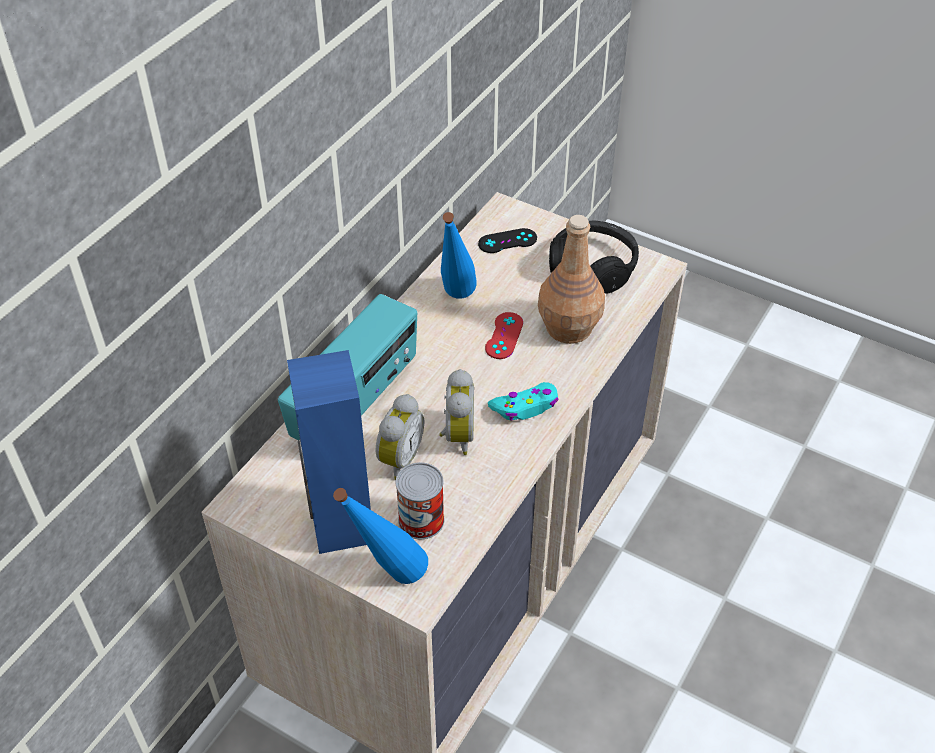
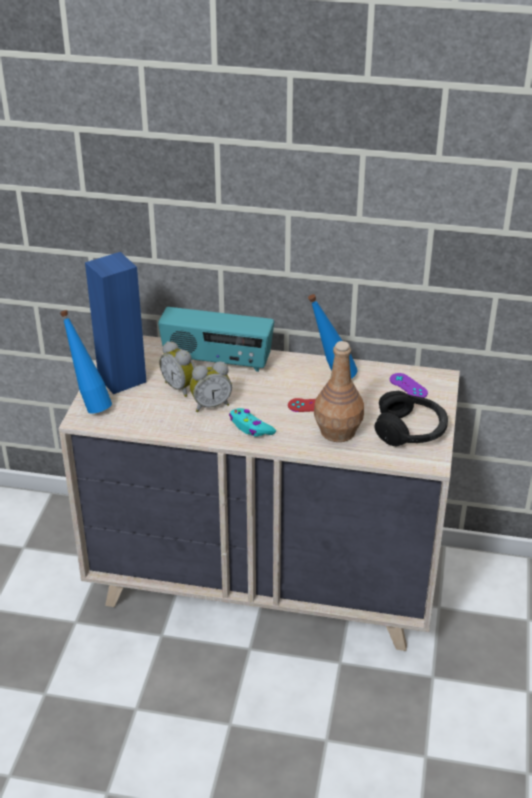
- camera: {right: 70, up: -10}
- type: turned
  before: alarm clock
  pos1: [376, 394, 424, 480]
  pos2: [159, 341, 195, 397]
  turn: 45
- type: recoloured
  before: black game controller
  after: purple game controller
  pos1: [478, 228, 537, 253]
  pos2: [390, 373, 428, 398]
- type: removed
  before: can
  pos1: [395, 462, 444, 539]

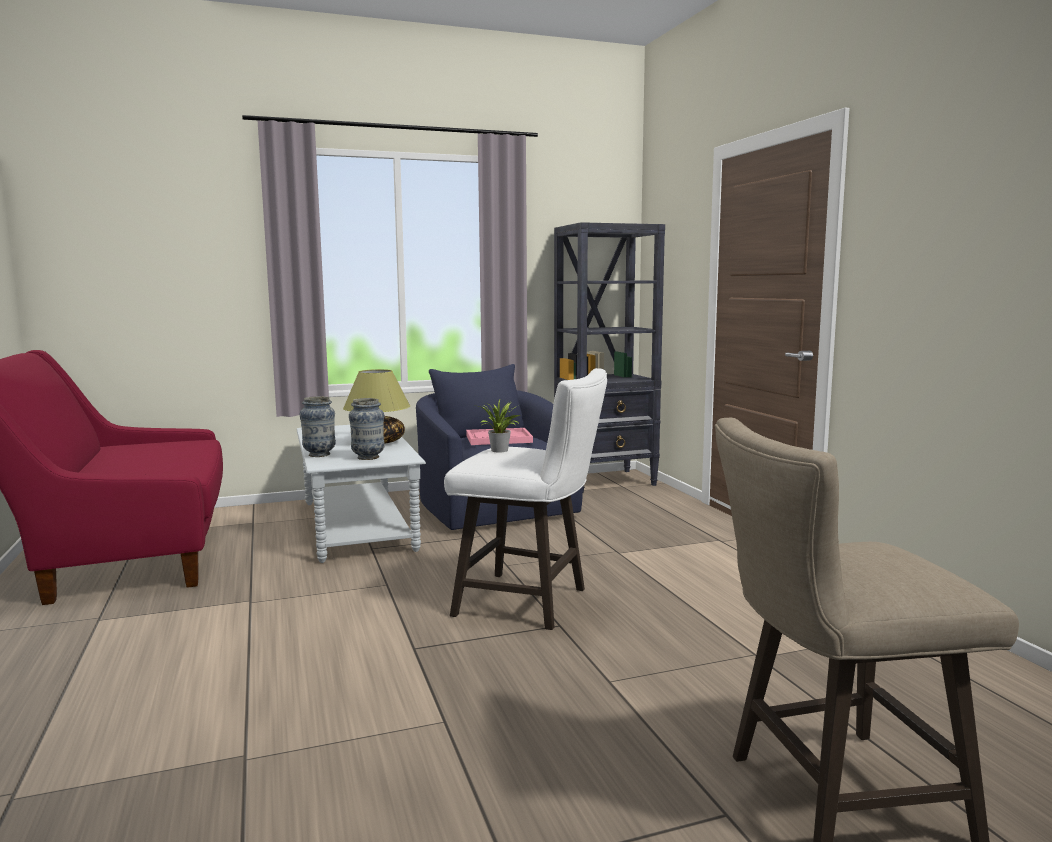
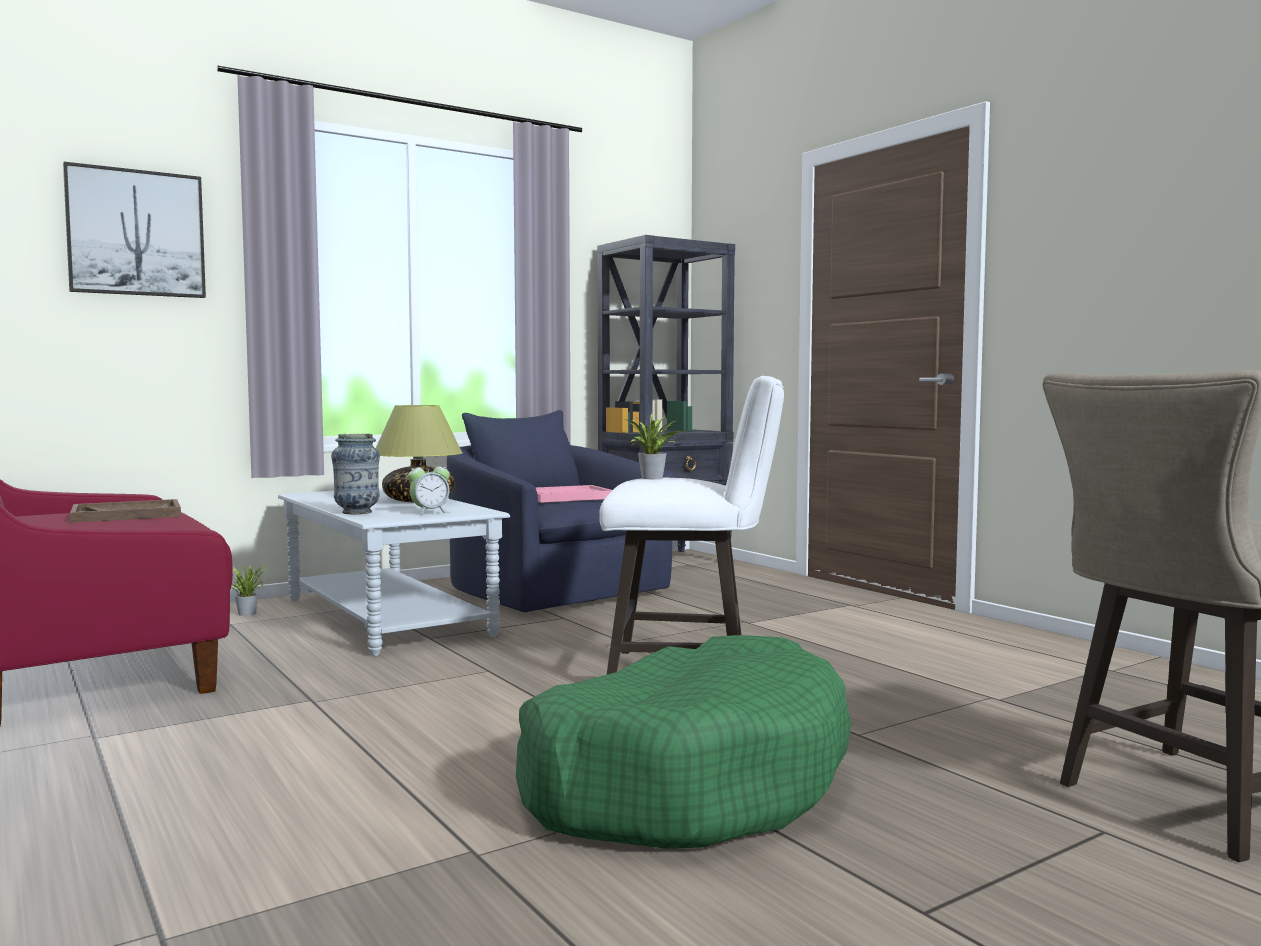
- camera: {right: -15, up: -5}
- type: added
  after: picture
  pos2: [63, 162, 206, 298]
- type: added
  after: brown tray
  pos2: [70, 499, 181, 523]
- type: added
  after: potted plant
  pos2: [231, 564, 268, 616]
- type: replaced
  before: vase
  after: alarm clock
  pos1: [349, 398, 385, 460]
  pos2: [408, 460, 450, 515]
- type: added
  after: green dog bed
  pos2: [516, 635, 851, 849]

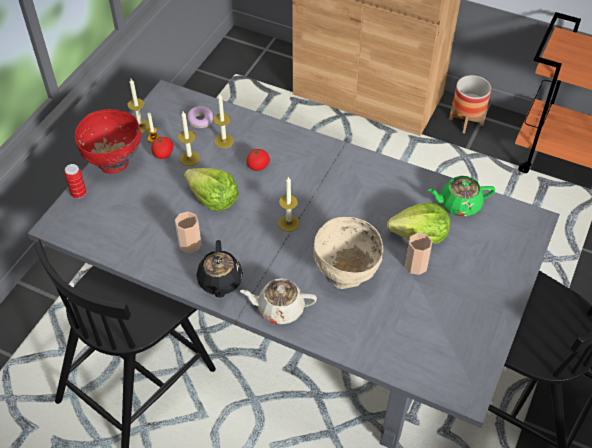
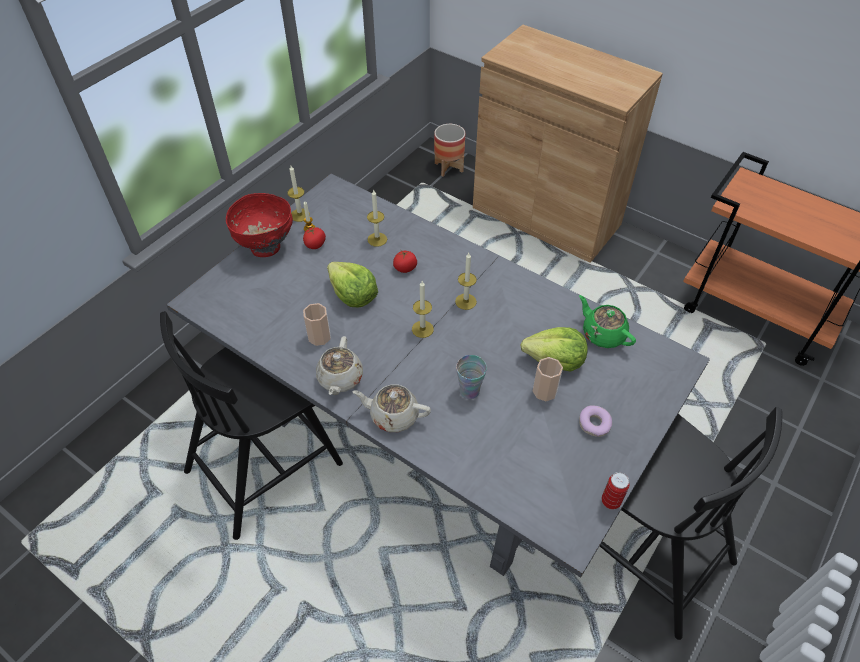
- camera: {right: 10, up: 0}
- type: recoloured
  before: black teapot
  after: beige teapot
  pos1: [197, 240, 243, 298]
  pos2: [316, 336, 363, 395]
- type: moved
  before: planter
  pos1: [449, 75, 491, 134]
  pos2: [434, 124, 465, 176]
- type: moved
  before: candle
  pos1: [178, 111, 200, 166]
  pos2: [455, 253, 477, 310]
- type: replaced
  before: beige bowl
  after: cup
  pos1: [313, 217, 383, 289]
  pos2: [456, 355, 487, 399]
- type: turned
  before: green teapot
  pos1: [428, 176, 495, 217]
  pos2: [579, 295, 636, 348]
  turn: 45
- type: moved
  before: donut
  pos1: [187, 106, 213, 128]
  pos2: [579, 406, 612, 437]
- type: moved
  before: can
  pos1: [64, 164, 87, 198]
  pos2: [602, 472, 630, 510]

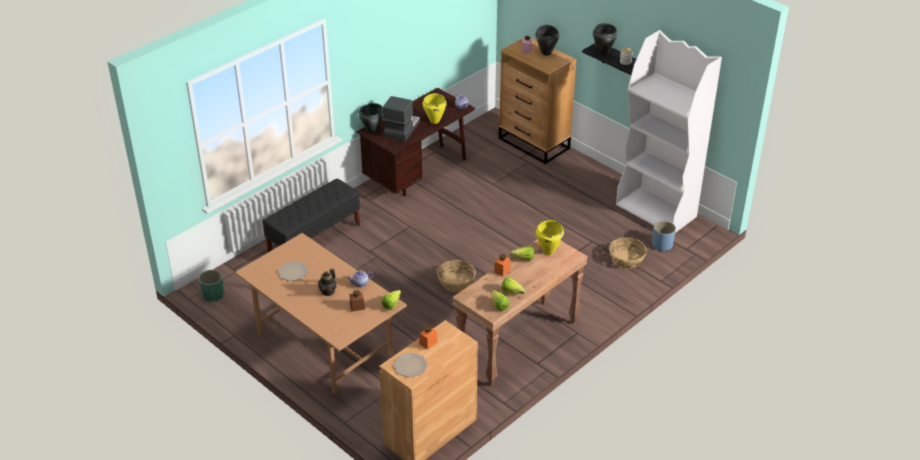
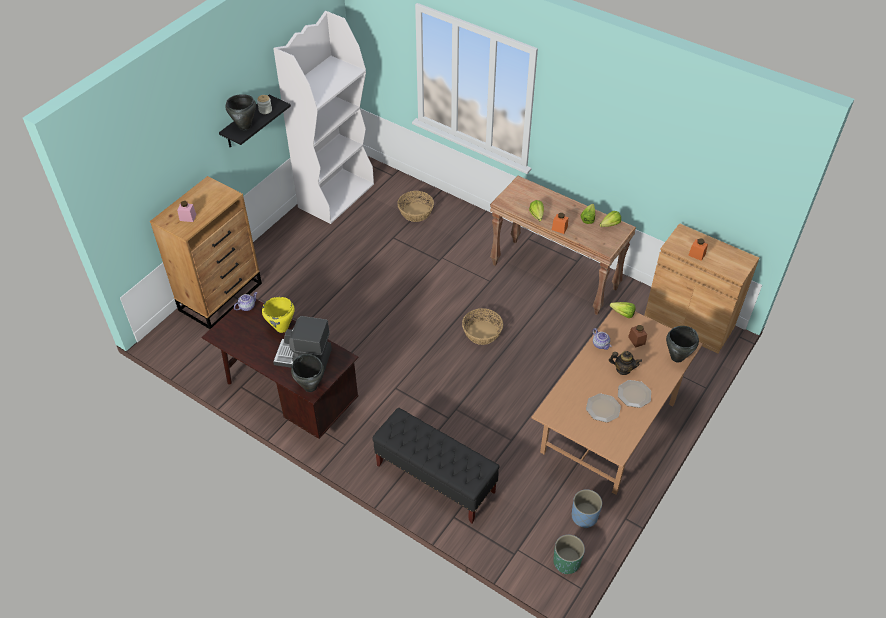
- camera: {right: -100, up: 10}
- type: moved
  before: blue planter
  pos1: [652, 221, 676, 252]
  pos2: [572, 489, 602, 528]
- type: moved
  before: plate
  pos1: [393, 353, 428, 377]
  pos2: [618, 380, 651, 408]
- type: moved
  before: black cooking pot
  pos1: [536, 25, 559, 55]
  pos2: [666, 326, 699, 363]
- type: removed
  before: yellow cooking pot
  pos1: [536, 220, 564, 255]

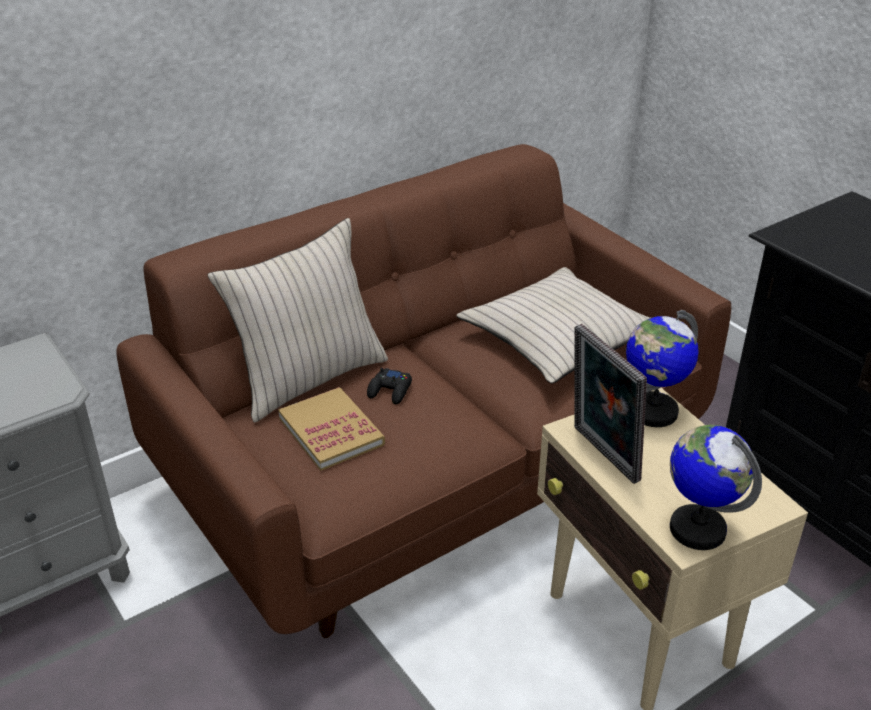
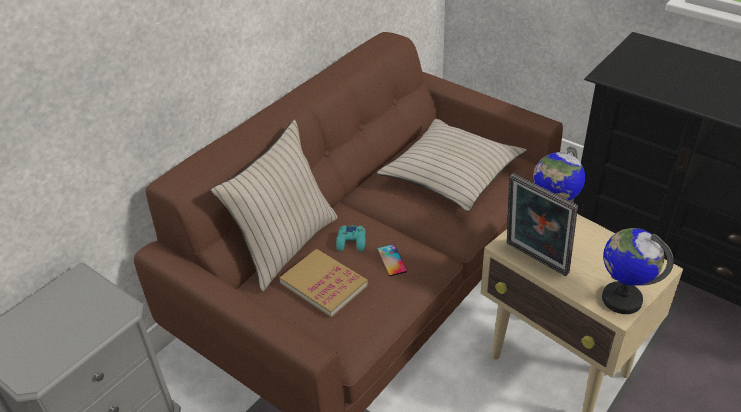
- camera: {right: -15, up: 5}
- type: recoloured
  before: black game controller
  after: turquoise game controller
  pos1: [367, 368, 412, 404]
  pos2: [336, 226, 366, 252]
- type: added
  after: phone
  pos2: [377, 244, 407, 276]

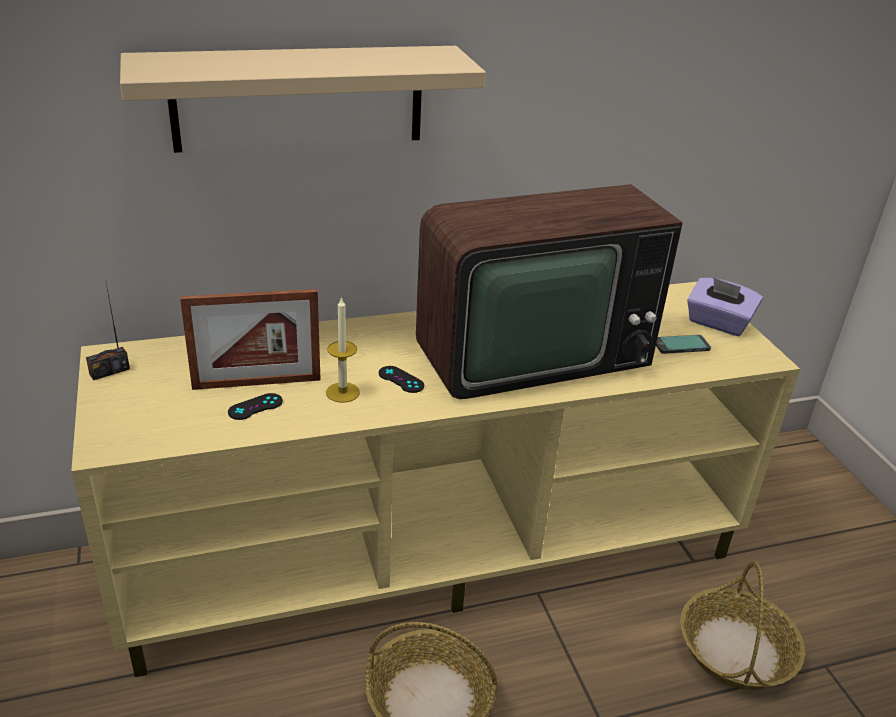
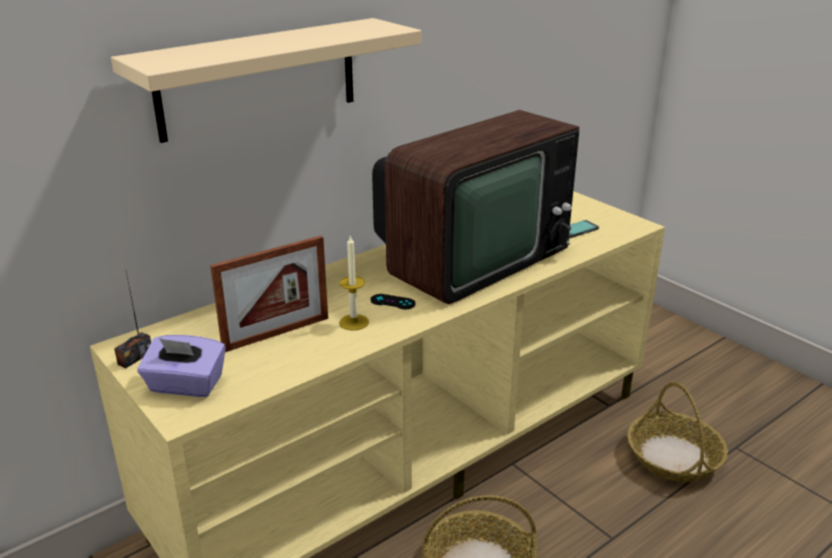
- camera: {right: -20, up: -5}
- type: moved
  before: purple tissue box
  pos1: [687, 278, 763, 336]
  pos2: [137, 335, 226, 397]
- type: removed
  before: black game controller
  pos1: [228, 393, 283, 420]

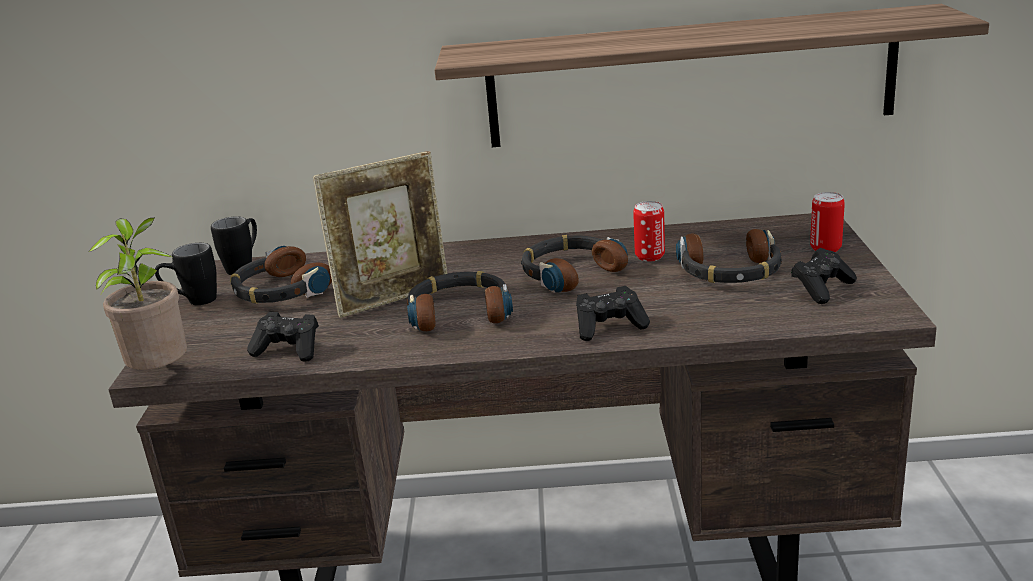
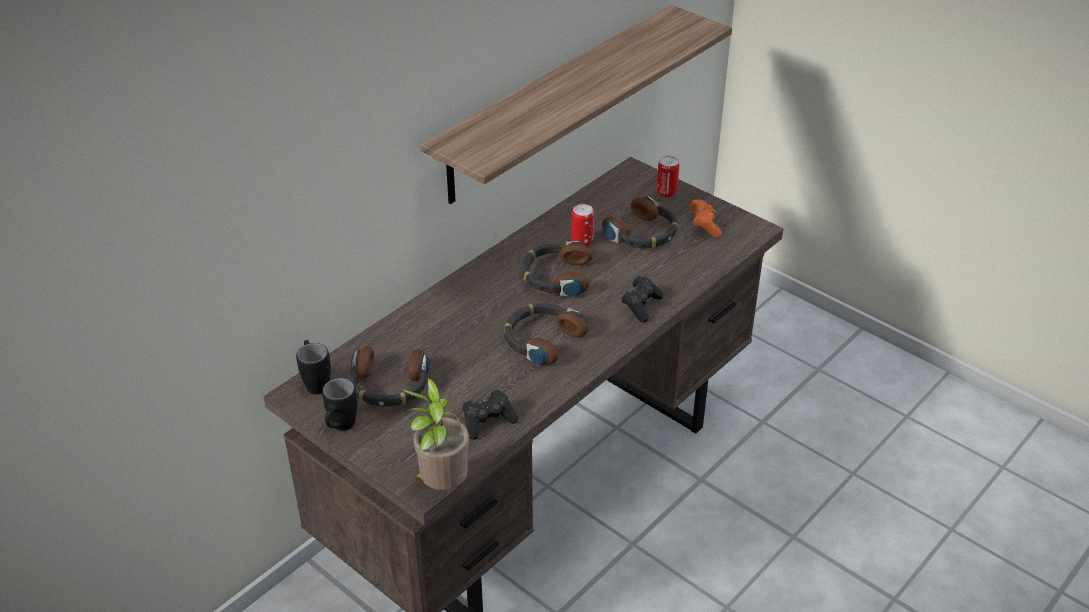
- camera: {right: -50, up: 15}
- type: recoloured
  before: black game controller
  after: orange game controller
  pos1: [791, 248, 857, 304]
  pos2: [689, 199, 722, 237]
- type: removed
  before: picture frame
  pos1: [313, 151, 448, 318]

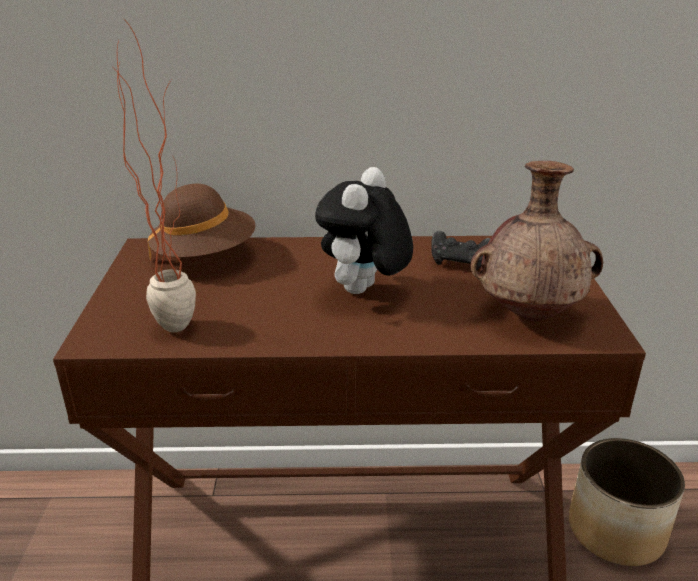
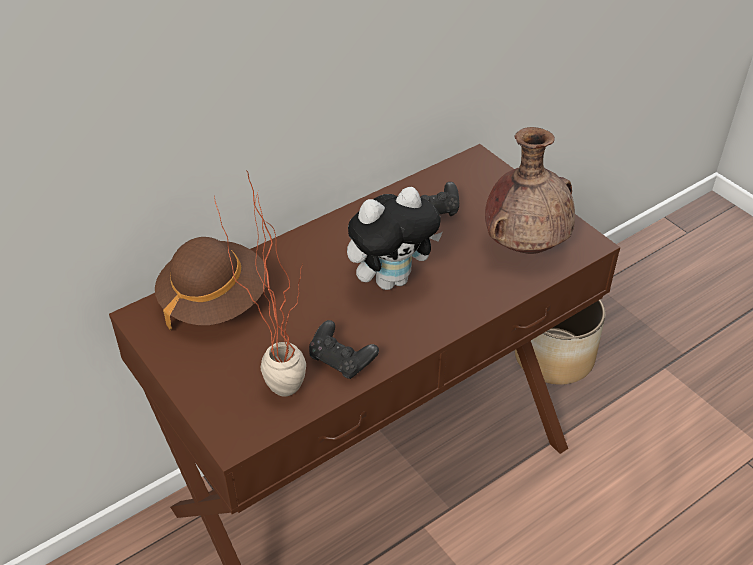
- camera: {right: -35, up: 15}
- type: added
  after: black game controller
  pos2: [309, 320, 379, 379]
- type: turned
  before: plush toy
  pos1: [315, 167, 413, 294]
  pos2: [347, 187, 443, 290]
  turn: -105

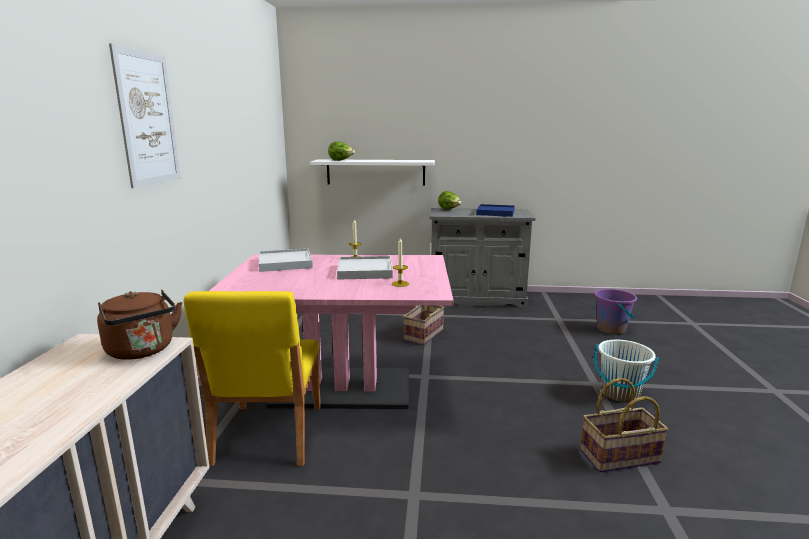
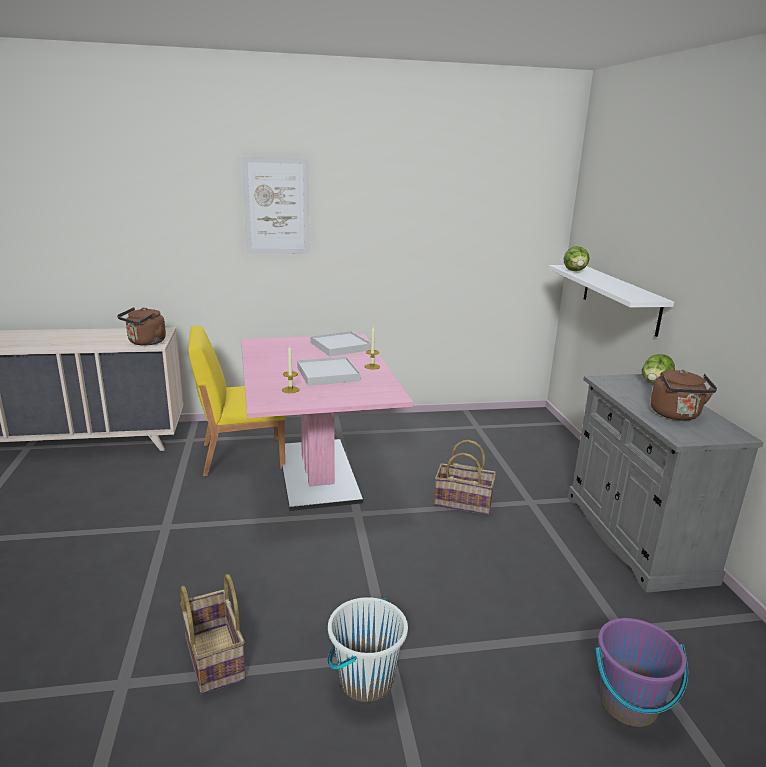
- camera: {right: 75, up: 5}
- type: replaced
  before: blue tray
  after: brown kettle
  pos1: [476, 204, 515, 217]
  pos2: [651, 370, 717, 421]

